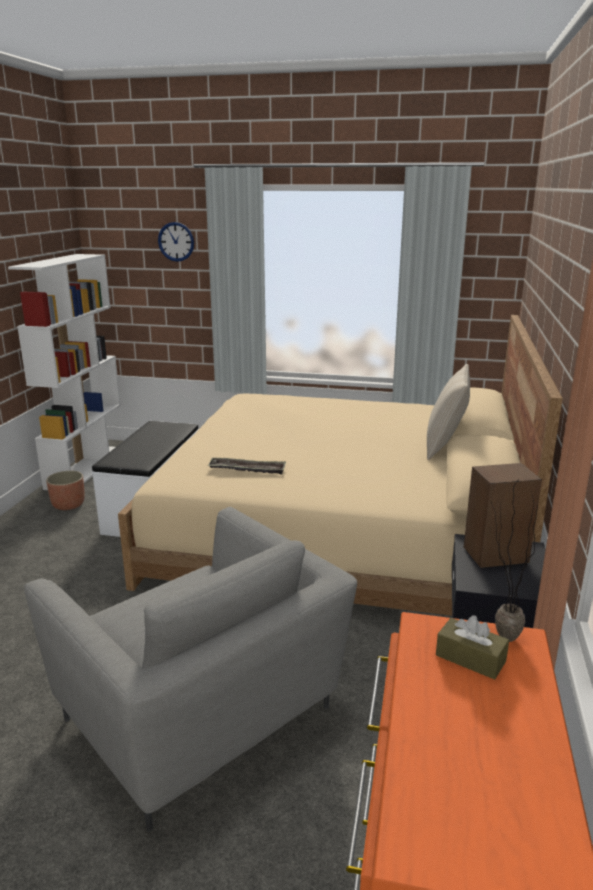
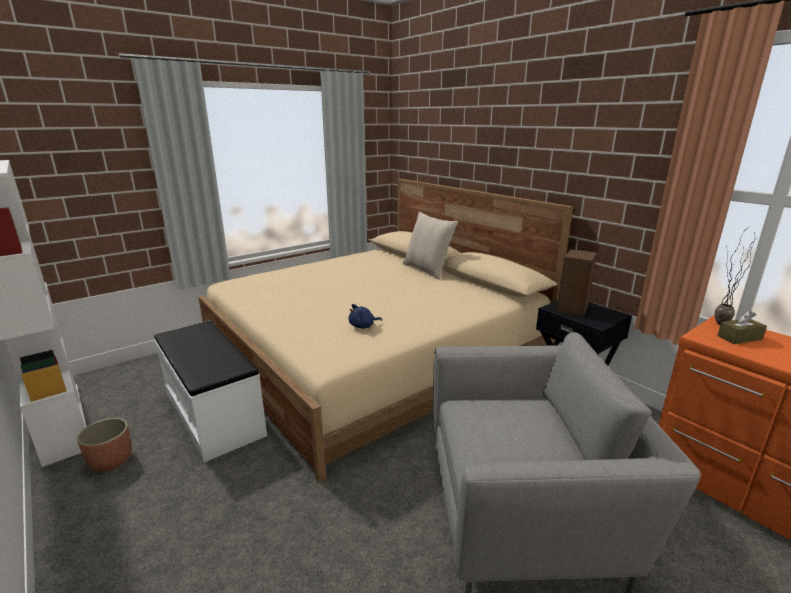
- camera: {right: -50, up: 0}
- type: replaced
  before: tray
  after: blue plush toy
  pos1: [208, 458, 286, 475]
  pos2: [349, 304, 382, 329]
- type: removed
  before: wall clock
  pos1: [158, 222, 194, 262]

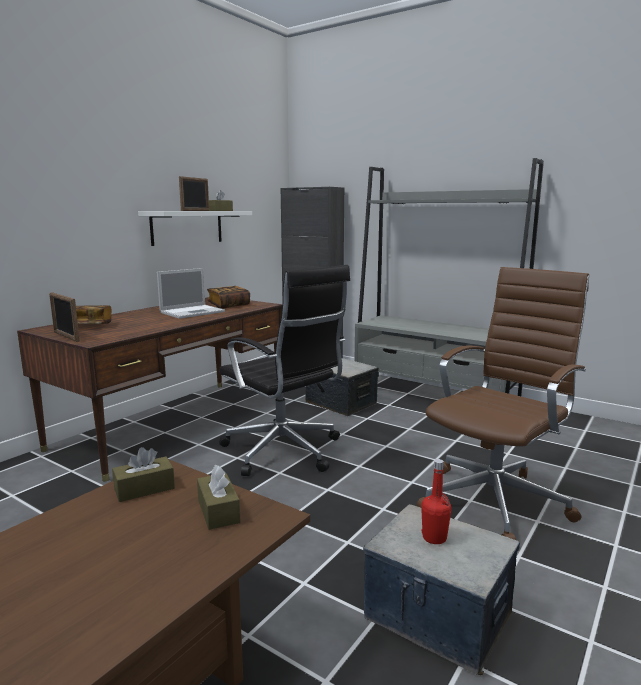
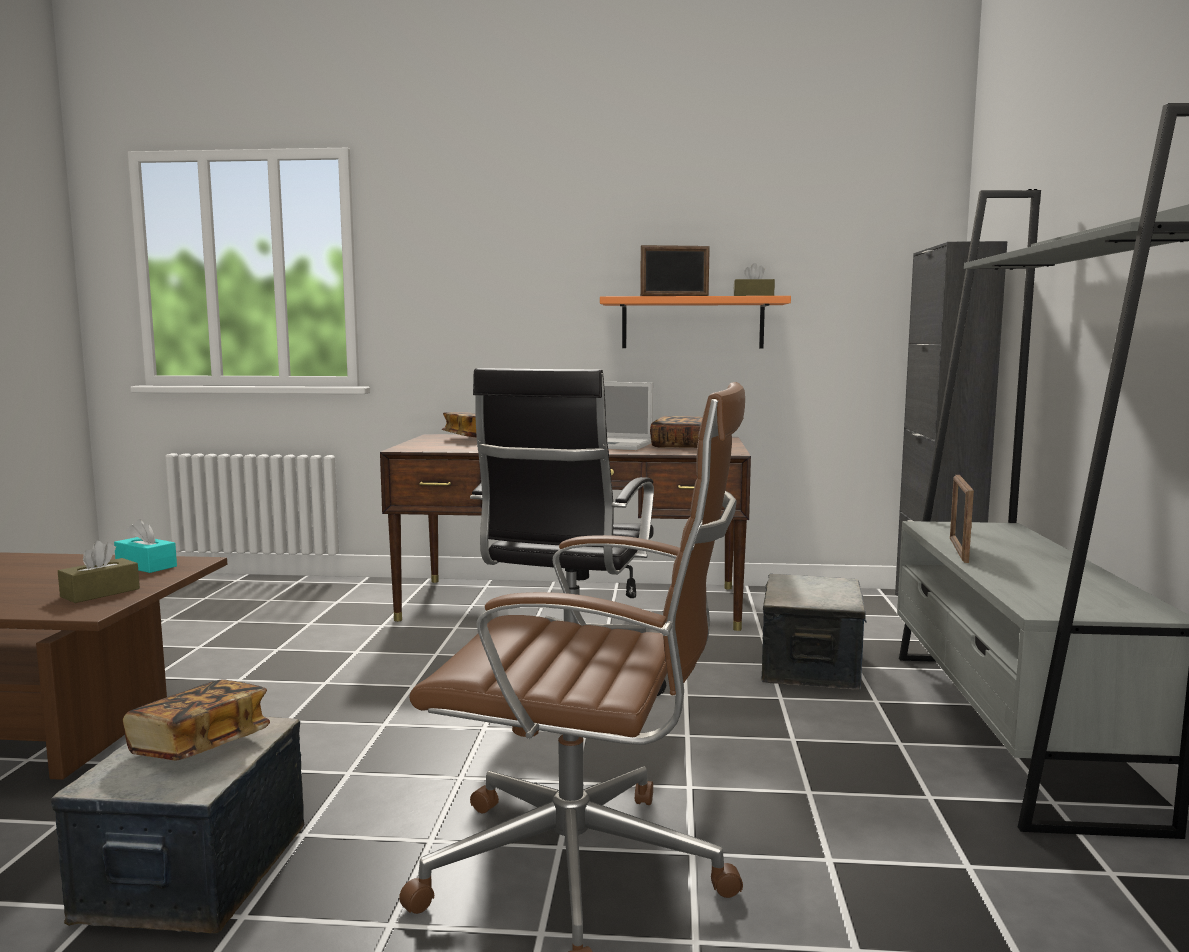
- camera: {right: 60, up: -5}
- type: recoloured
  before: brown tissue box
  after: turquoise tissue box
  pos1: [112, 447, 175, 502]
  pos2: [114, 519, 177, 573]
- type: replaced
  before: red bottle
  after: book
  pos1: [421, 459, 452, 544]
  pos2: [123, 679, 270, 761]
- type: recoloured
  before: white shelf
  after: orange shelf
  pos1: [138, 211, 252, 246]
  pos2: [600, 296, 791, 348]
- type: moved
  before: picture frame
  pos1: [49, 292, 80, 342]
  pos2: [950, 475, 974, 563]

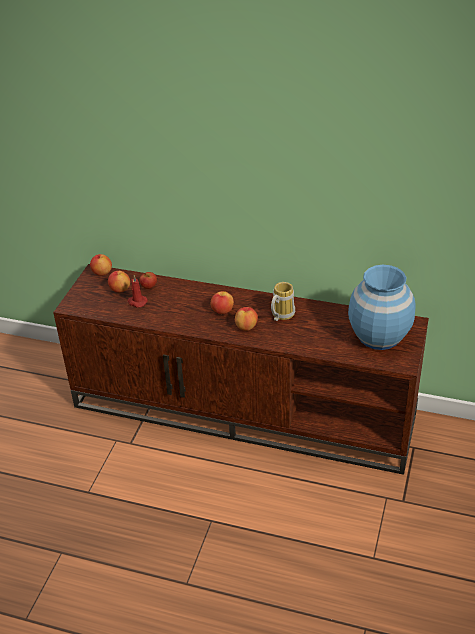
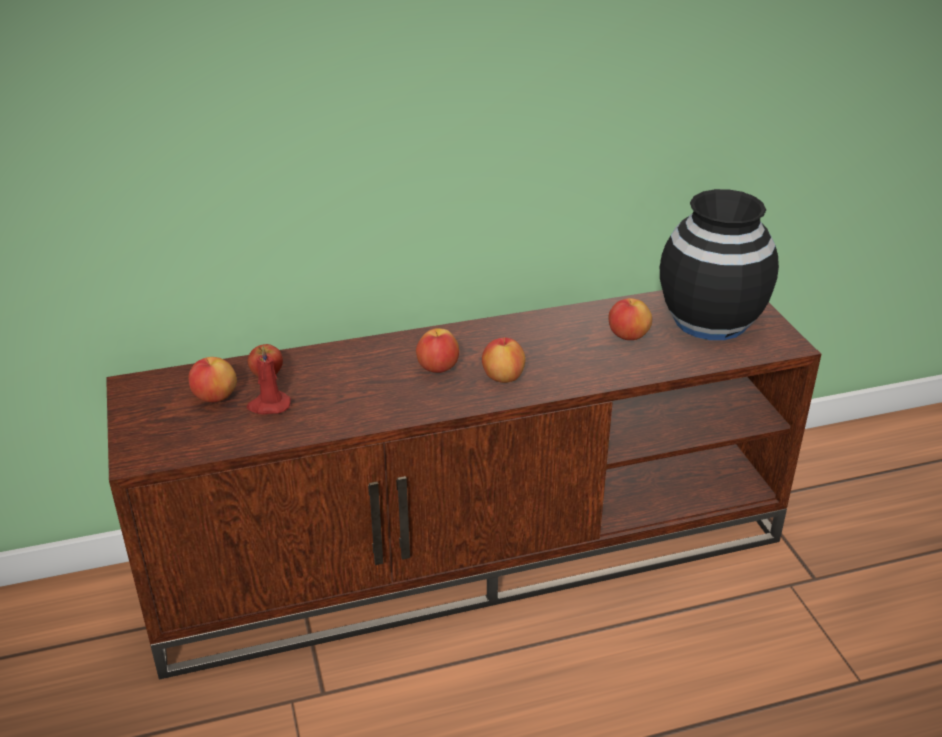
- camera: {right: -35, up: -5}
- type: moved
  before: apple
  pos1: [90, 254, 112, 276]
  pos2: [609, 298, 652, 340]
- type: recoloured
  before: blue vase
  after: black vase
  pos1: [348, 265, 416, 350]
  pos2: [660, 189, 779, 340]
- type: removed
  before: mug
  pos1: [271, 282, 295, 321]

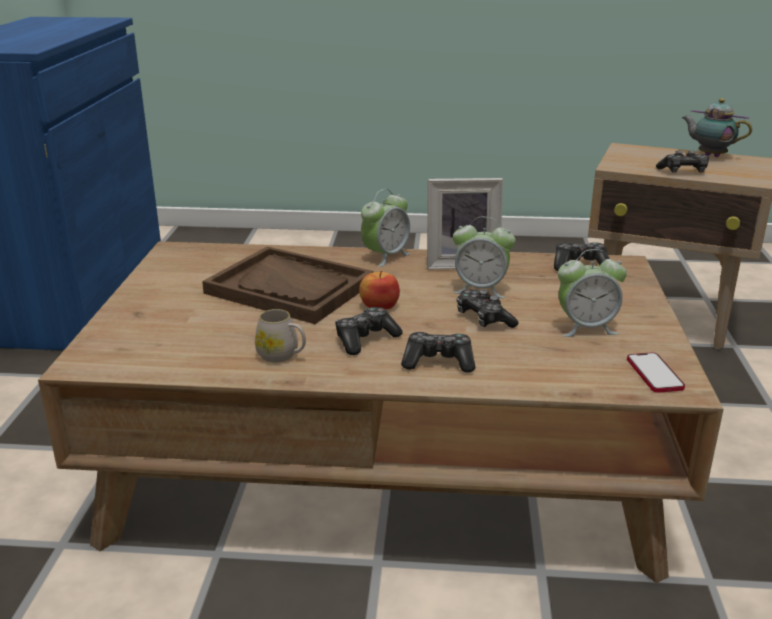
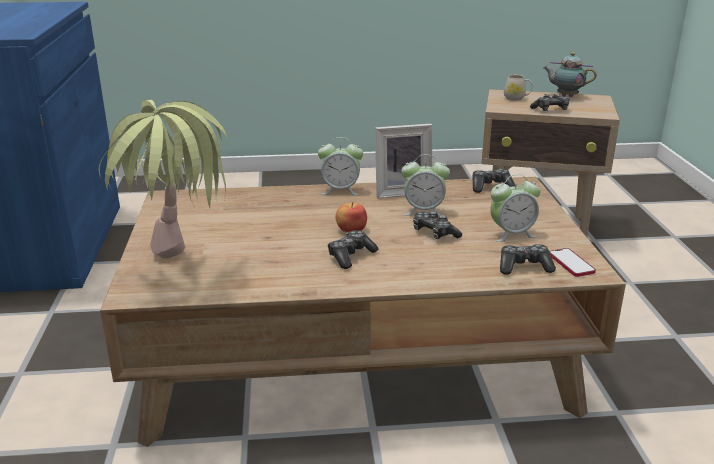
- camera: {right: -10, up: 0}
- type: added
  after: potted plant
  pos2: [99, 100, 229, 259]
- type: turned
  before: alarm clock
  pos1: [361, 189, 411, 267]
  pos2: [318, 137, 363, 195]
  turn: 60
- type: moved
  before: game controller
  pos1: [401, 332, 475, 373]
  pos2: [500, 244, 556, 275]
- type: moved
  before: white mug
  pos1: [255, 309, 306, 363]
  pos2: [504, 75, 533, 101]
- type: removed
  before: brown tray
  pos1: [202, 246, 373, 324]

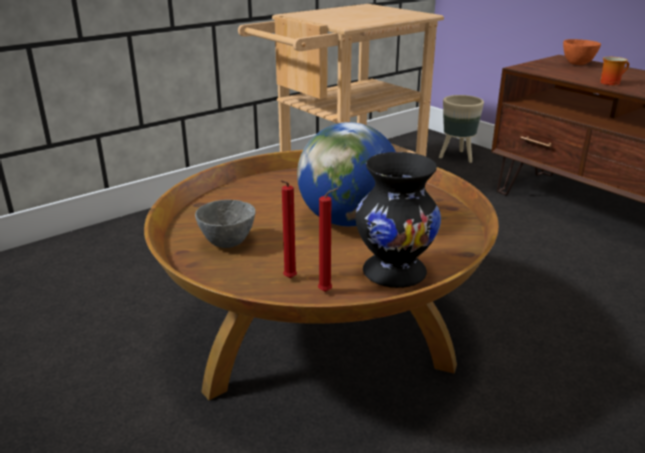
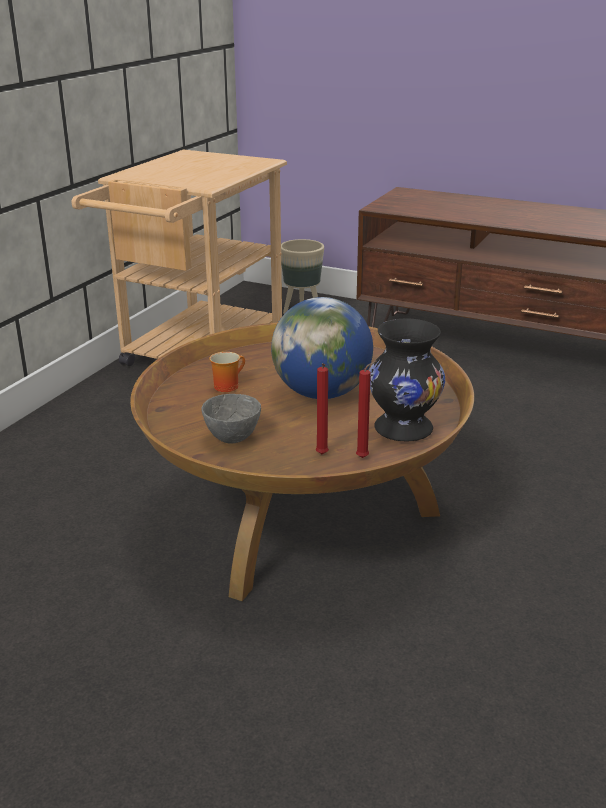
- camera: {right: -25, up: 0}
- type: moved
  before: mug
  pos1: [600, 57, 629, 85]
  pos2: [209, 352, 245, 392]
- type: removed
  before: orange bowl
  pos1: [563, 39, 601, 65]

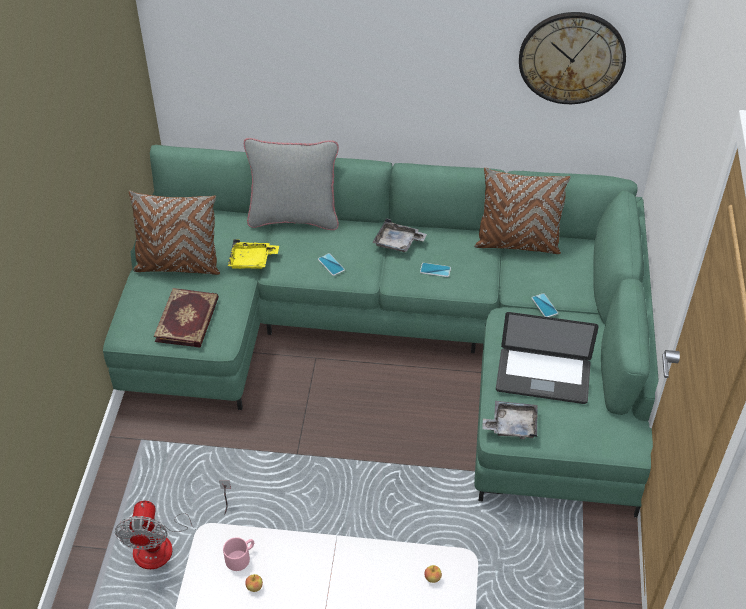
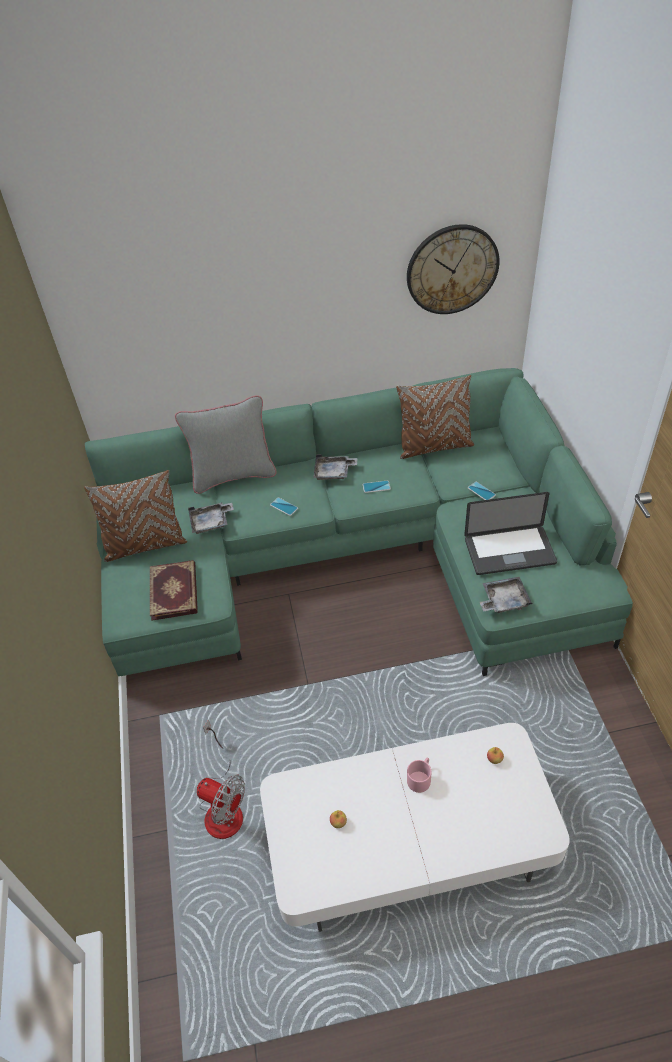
- camera: {right: -15, up: 0}
- type: recoloured
  before: yellow tray
  after: grey tray
  pos1: [228, 239, 279, 269]
  pos2: [188, 503, 234, 534]
- type: turned
  before: fan
  pos1: [115, 480, 231, 569]
  pos2: [197, 720, 245, 839]
  turn: -45
- type: moved
  before: pink mug
  pos1: [223, 537, 254, 571]
  pos2: [407, 758, 431, 793]

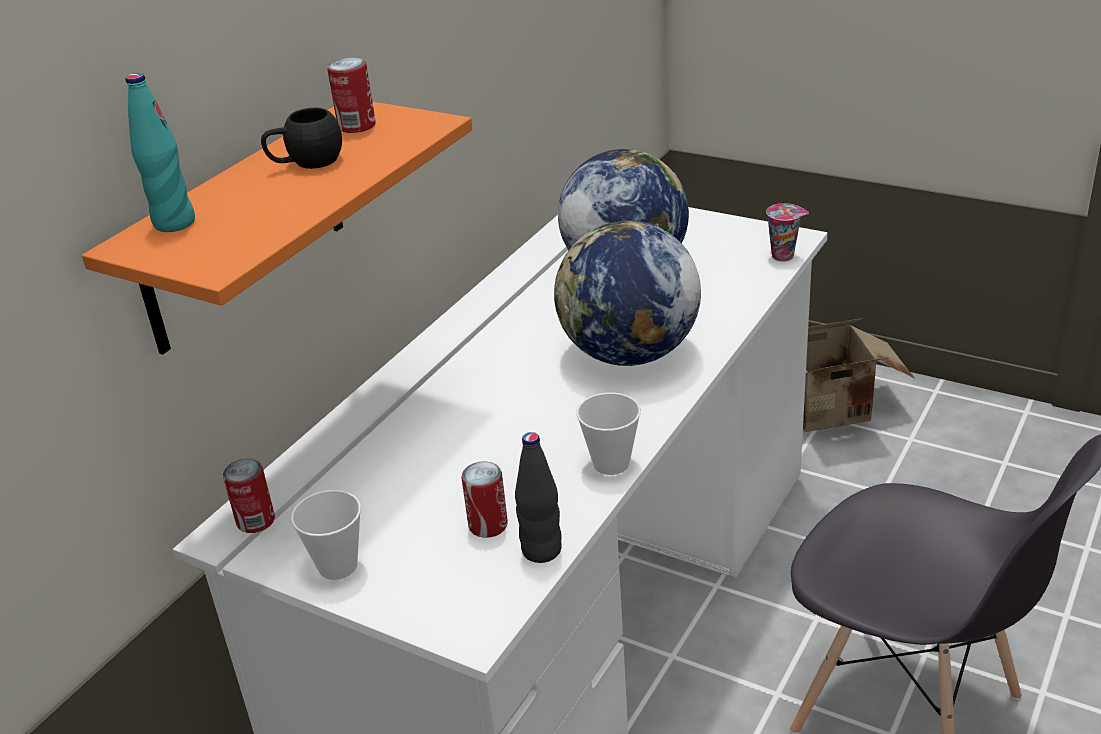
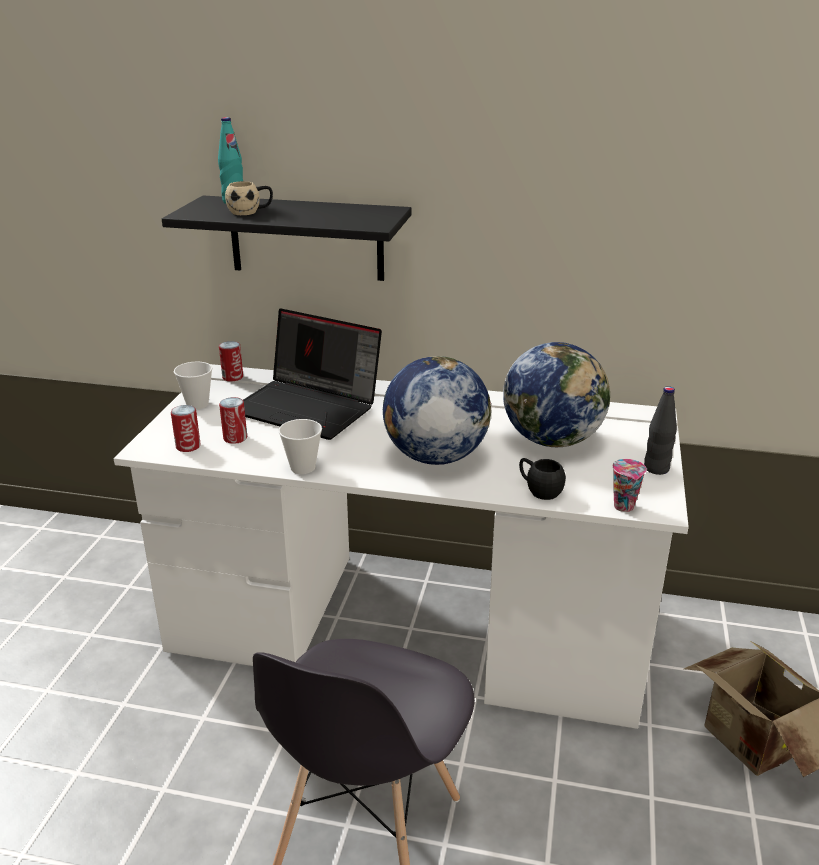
- camera: {right: 70, up: -5}
- type: recoloured
  before: orange shelf
  after: black shelf
  pos1: [82, 102, 472, 355]
  pos2: [162, 196, 411, 281]
- type: moved
  before: can
  pos1: [327, 57, 376, 133]
  pos2: [171, 405, 201, 452]
- type: added
  after: beige mug
  pos2: [225, 181, 273, 215]
- type: added
  after: laptop
  pos2: [243, 308, 382, 440]
- type: moved
  before: black mug
  pos1: [261, 108, 342, 169]
  pos2: [519, 458, 566, 500]
- type: moved
  before: black bottle
  pos1: [515, 432, 562, 563]
  pos2: [644, 386, 677, 475]

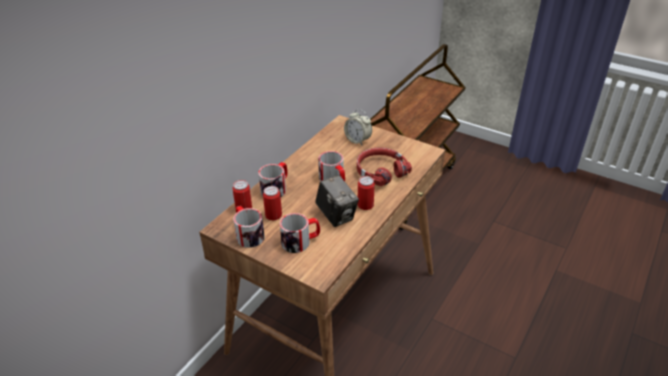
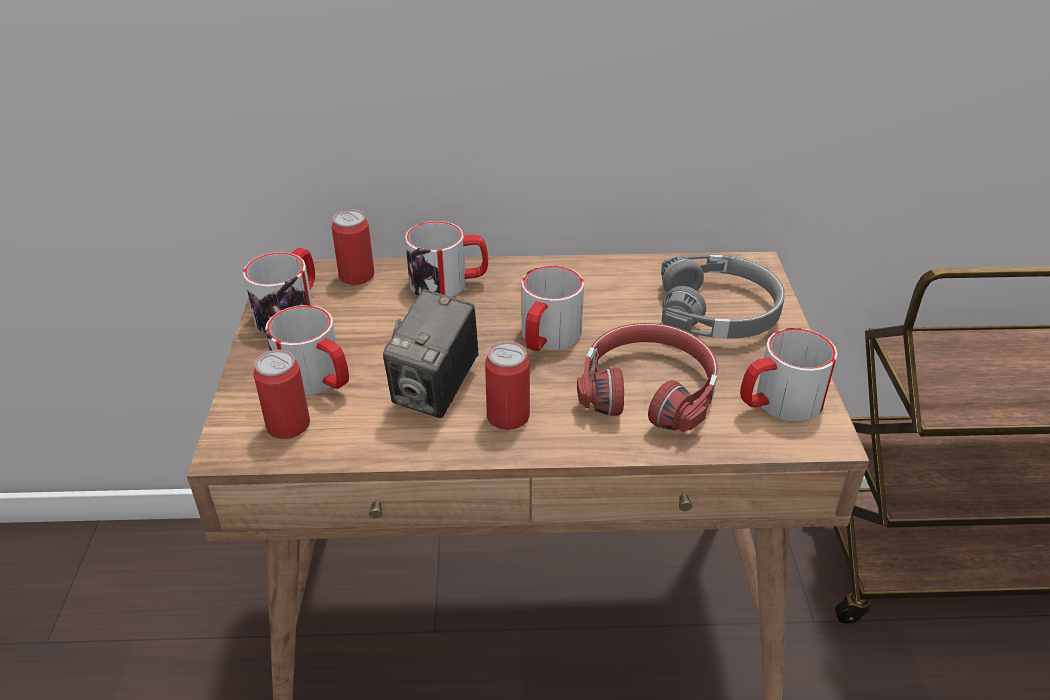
- camera: {right: 55, up: 0}
- type: moved
  before: can
  pos1: [263, 186, 282, 220]
  pos2: [253, 350, 310, 439]
- type: replaced
  before: alarm clock
  after: grey headphones
  pos1: [344, 109, 372, 145]
  pos2: [661, 254, 785, 338]
- type: added
  after: mug
  pos2: [740, 328, 837, 422]

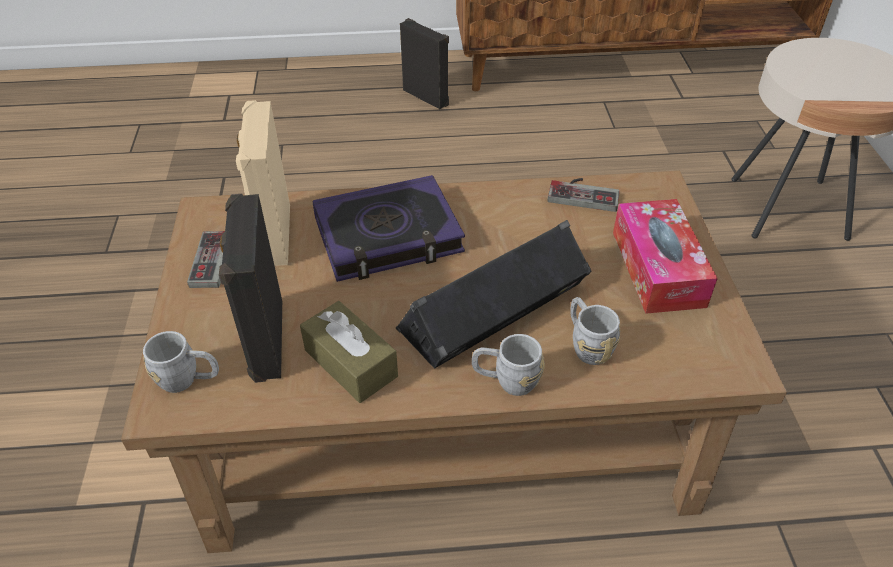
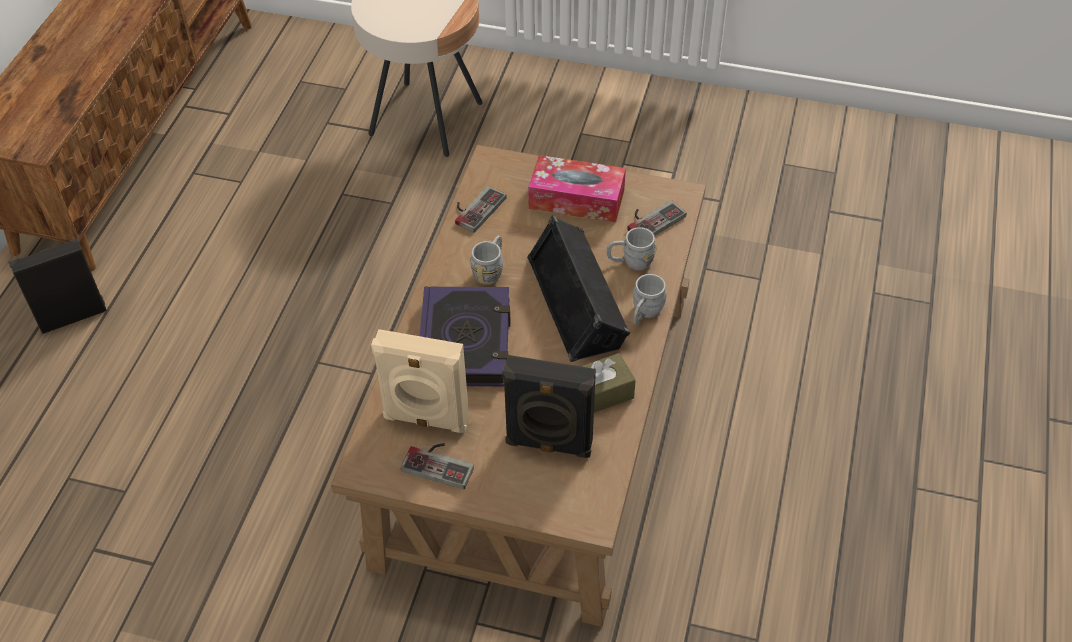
- camera: {right: -70, up: 5}
- type: moved
  before: grey mug
  pos1: [143, 331, 219, 393]
  pos2: [470, 236, 503, 285]
- type: added
  after: game controller
  pos2: [627, 200, 687, 236]

